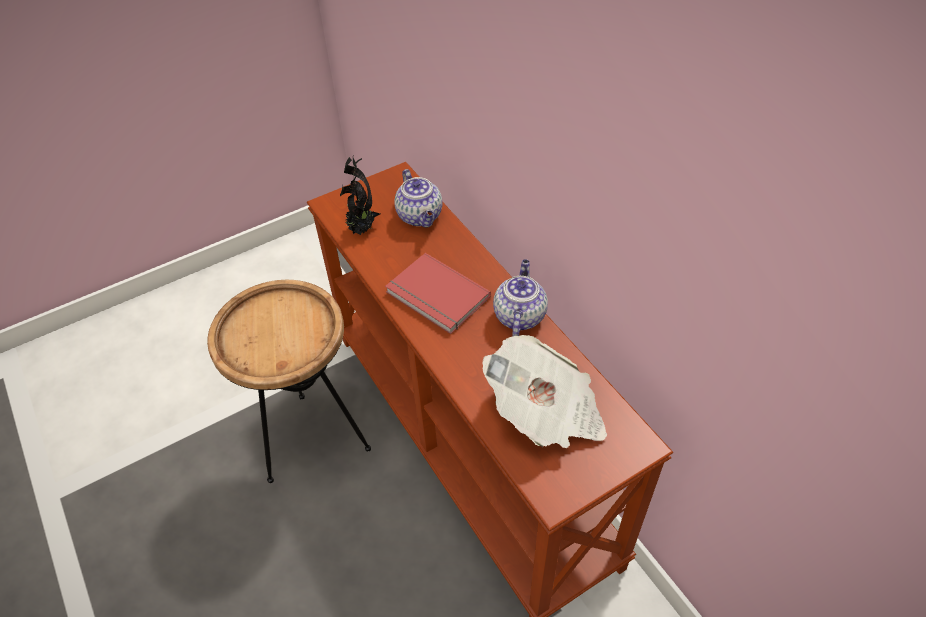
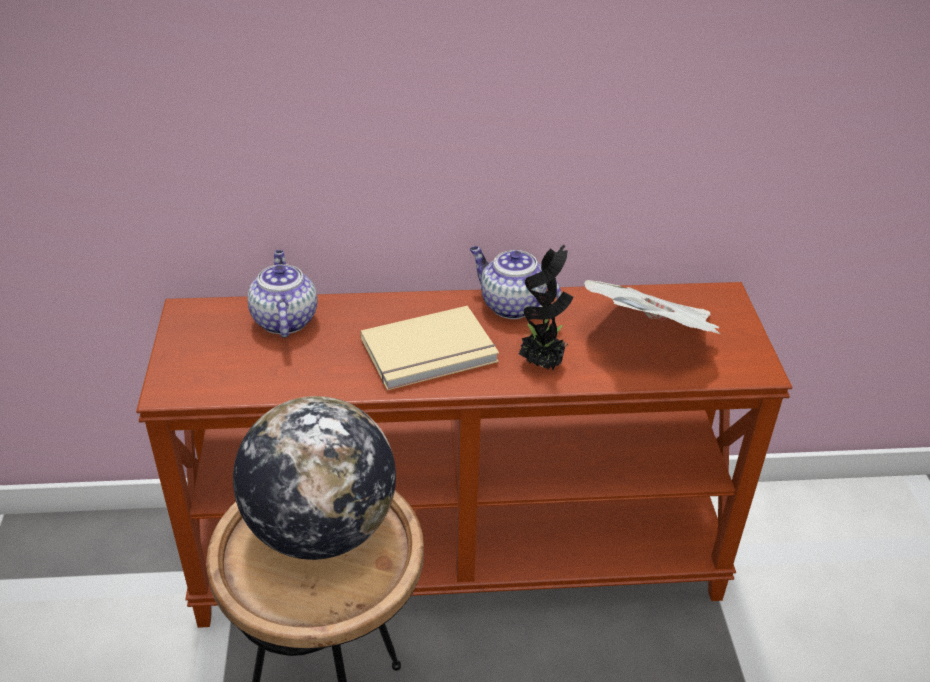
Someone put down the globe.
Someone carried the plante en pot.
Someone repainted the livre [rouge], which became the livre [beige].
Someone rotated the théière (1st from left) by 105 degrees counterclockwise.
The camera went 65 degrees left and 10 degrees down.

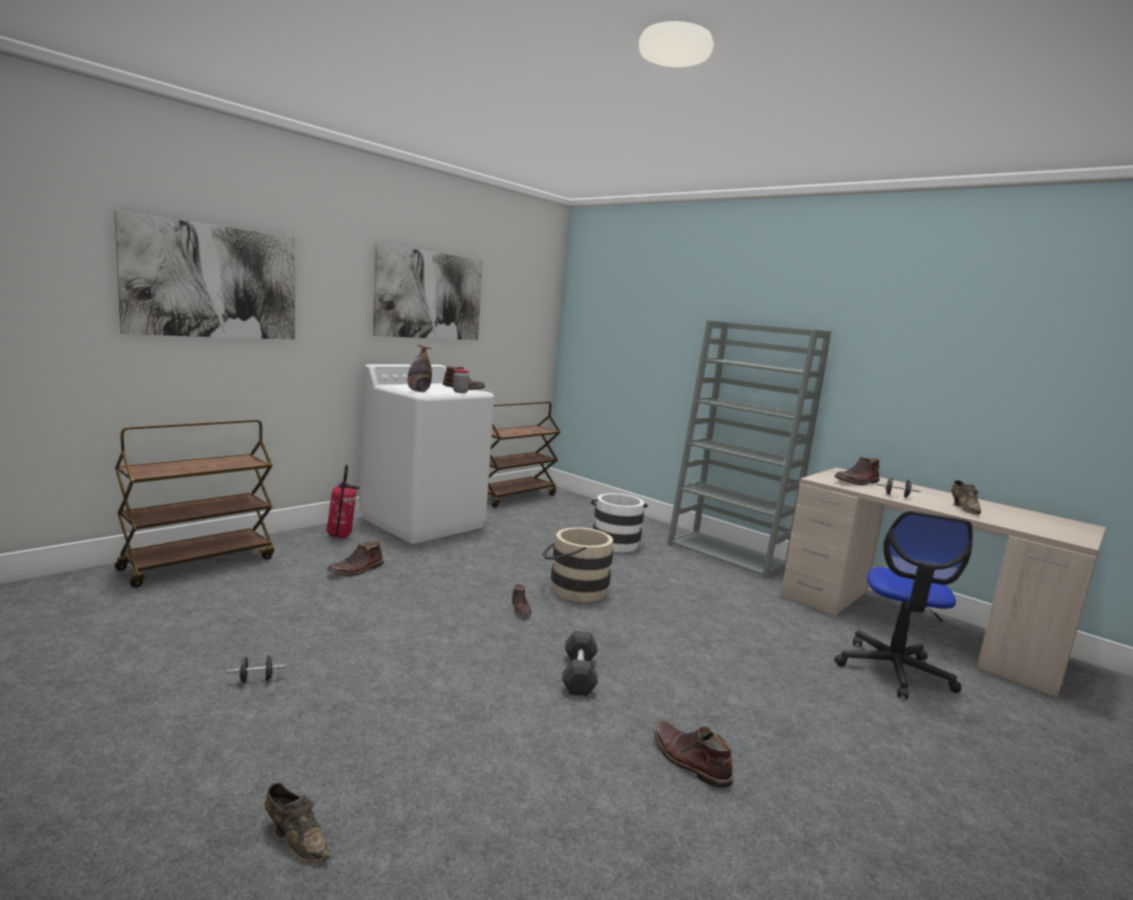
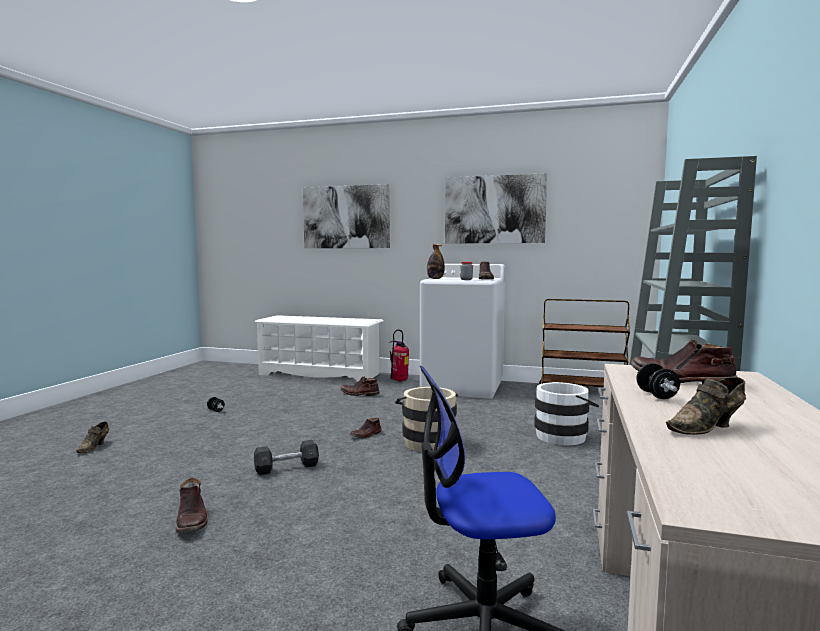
Someone swapped the chariot [marron] (1st from left) for the étagère à chaussures [blanc].
Someone rotated the botte [marron] (3rd from left in the first image) by 135 degrees clockwise.
The camera went 65 degrees right and 5 degrees down.

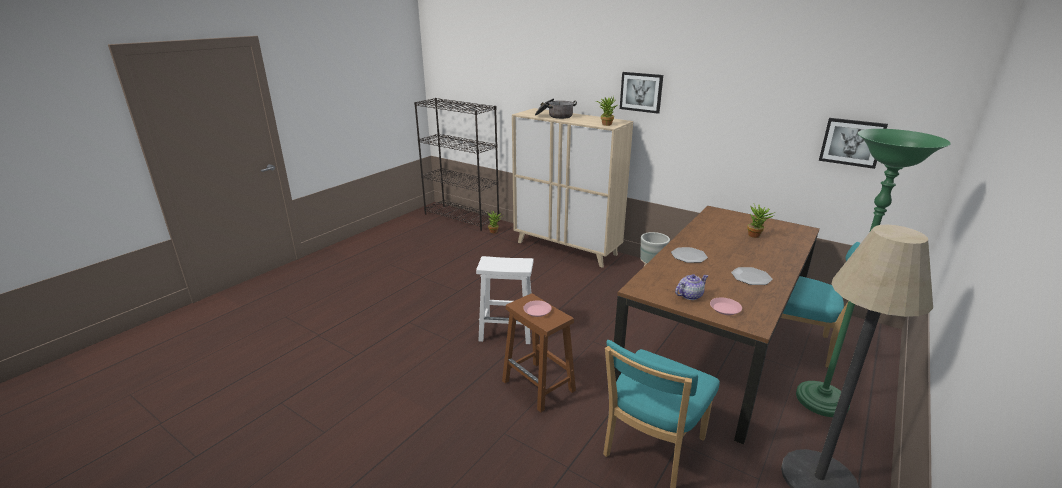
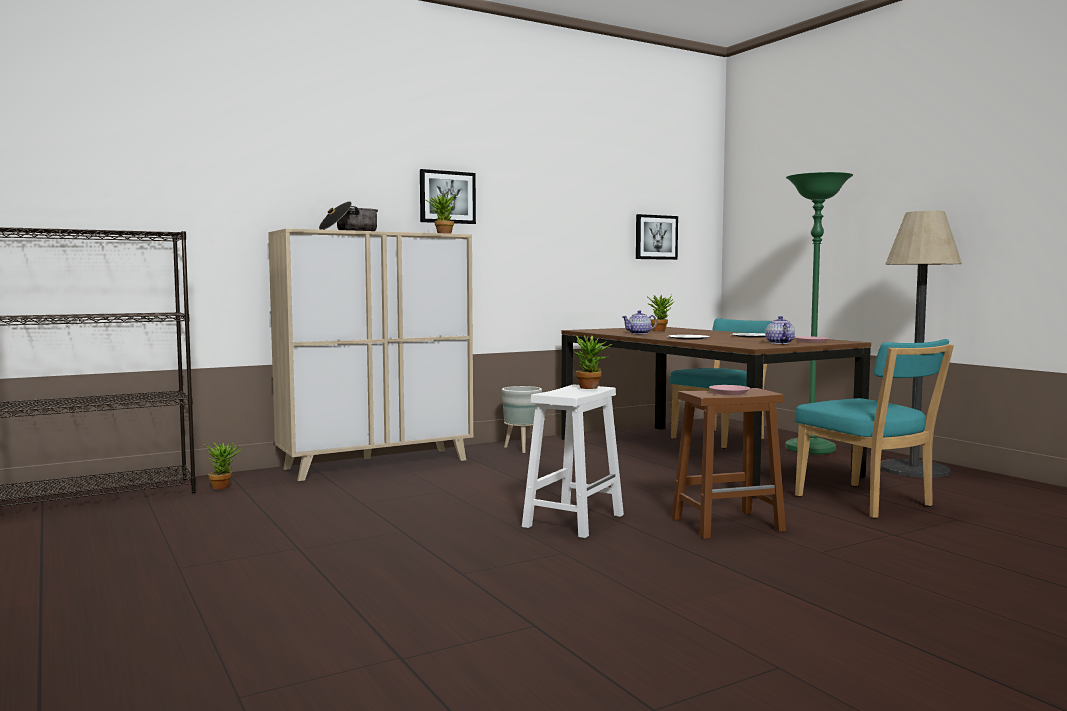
Someone put down the plante en pot (3rd from left).
Someone put down the théière (1st from left).
The camera went 65 degrees left and 20 degrees down.

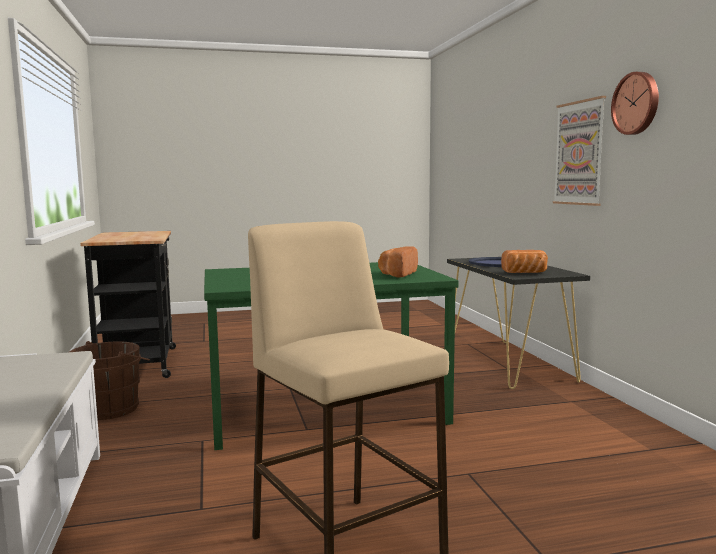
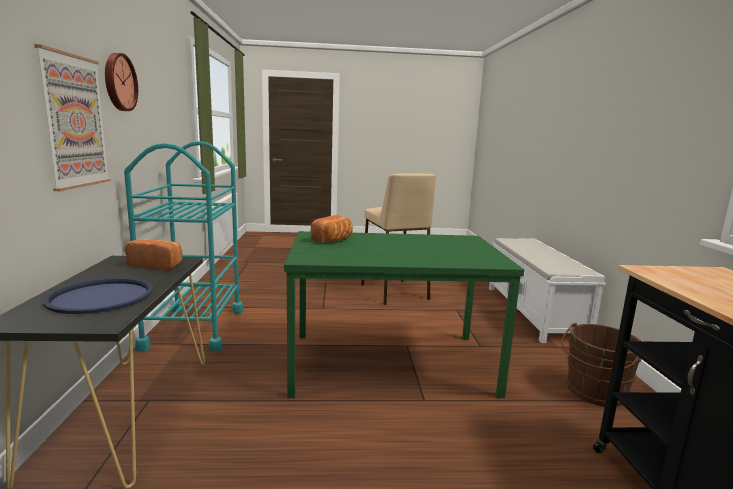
Someone put down the chariot [turquoise].
The camera went 170 degrees left and 5 degrees up.

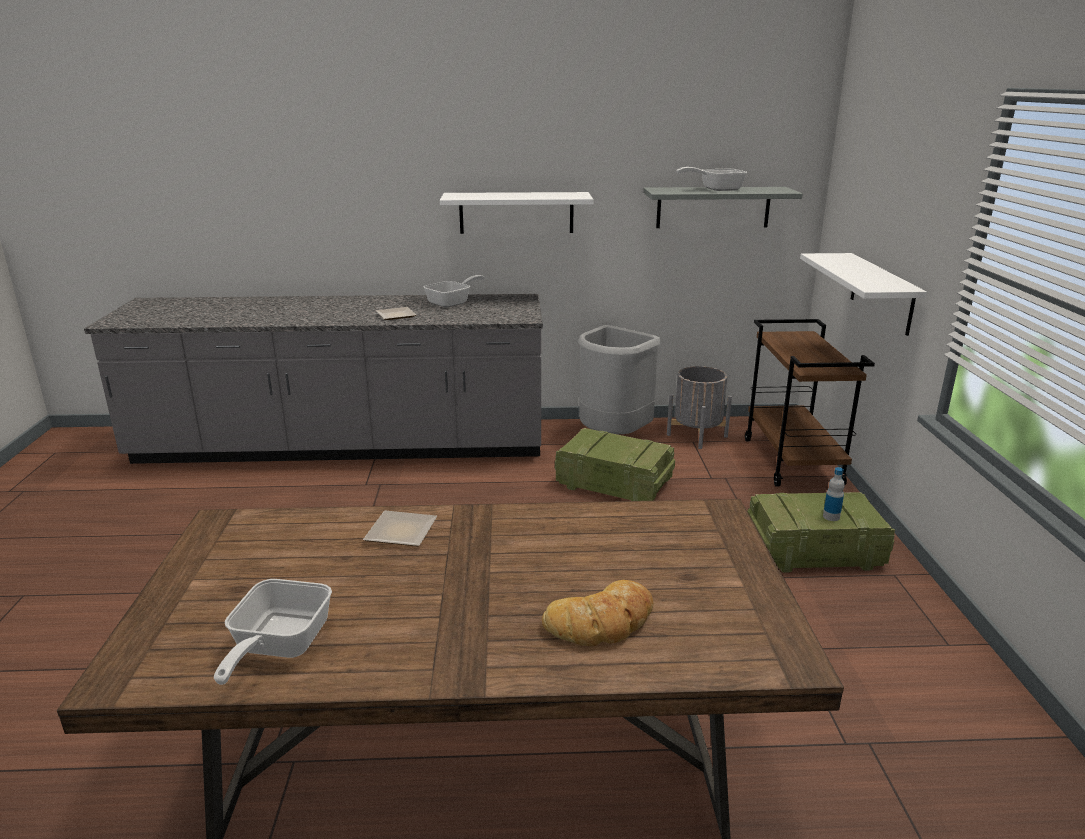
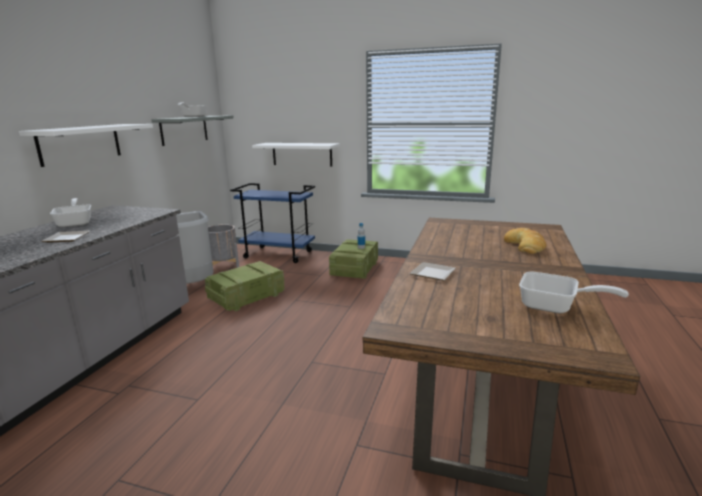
Someone repainted the chariot [marron], which became the chariot [bleu].
The camera went 70 degrees left and 5 degrees down.

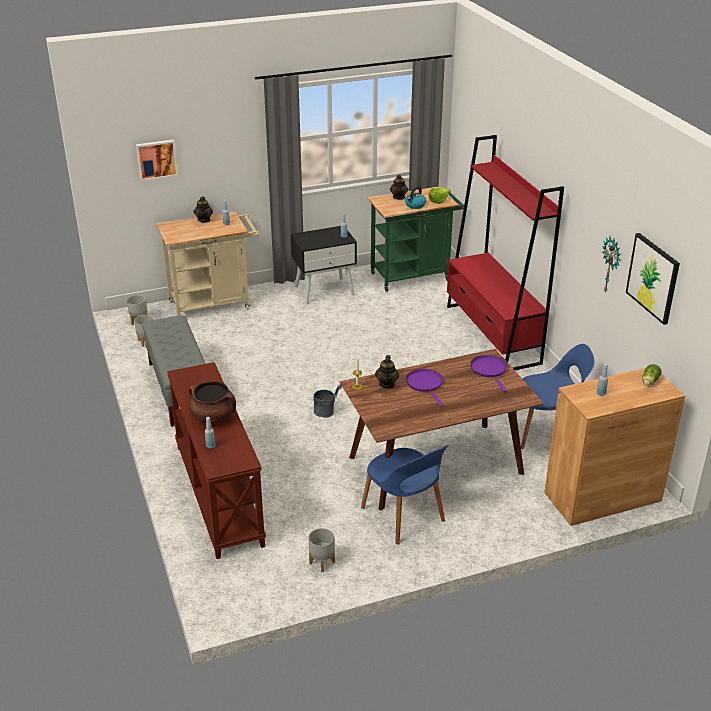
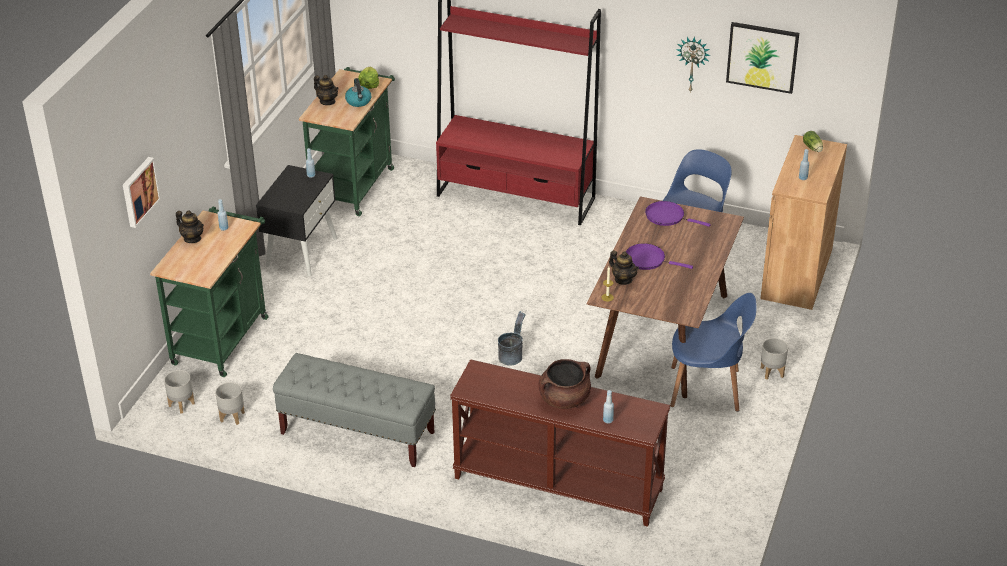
Someone carried the cache-pot [gris] (3rd from left).
Someone repainted the chariot [beige], which became the chariot [vert] (1st from left).
The camera went 50 degrees left and 5 degrees up.

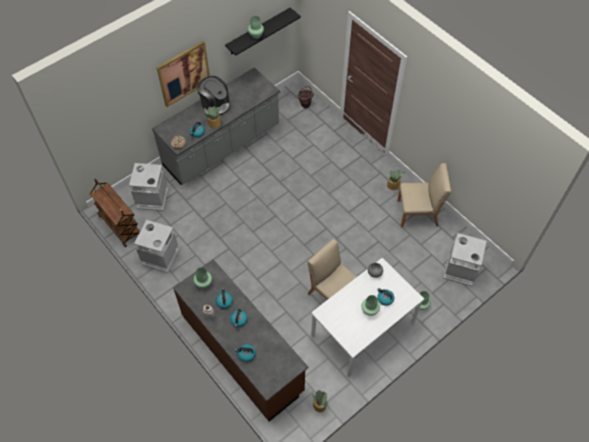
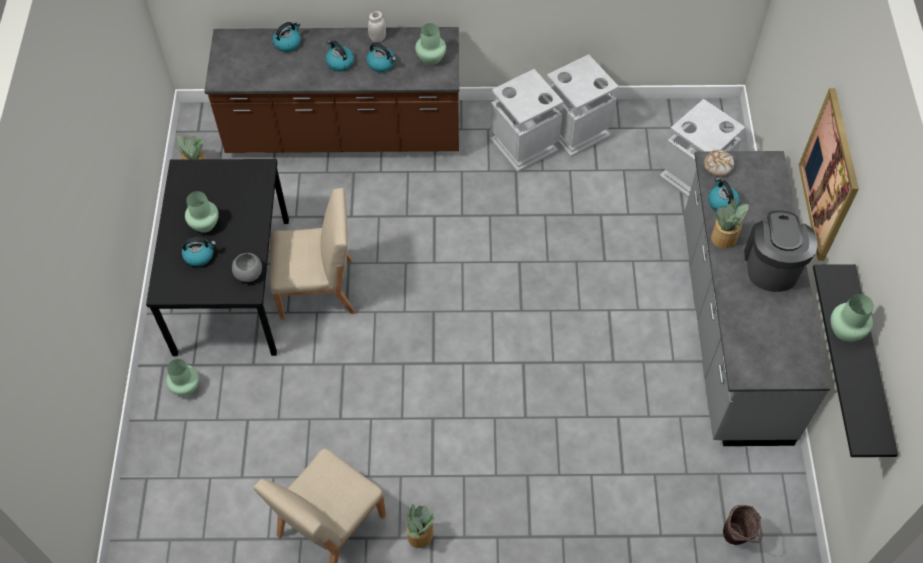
Someone took away the chariot [marron].
Someone carried the poubelle [gris] (3rd from left in the first image).
Someone repainted the table à manger [blanc], which became the table à manger [noir].
Someone rotated the machine à café by 105 degrees clockwise.
The camera went 130 degrees right and 0 degrees up.

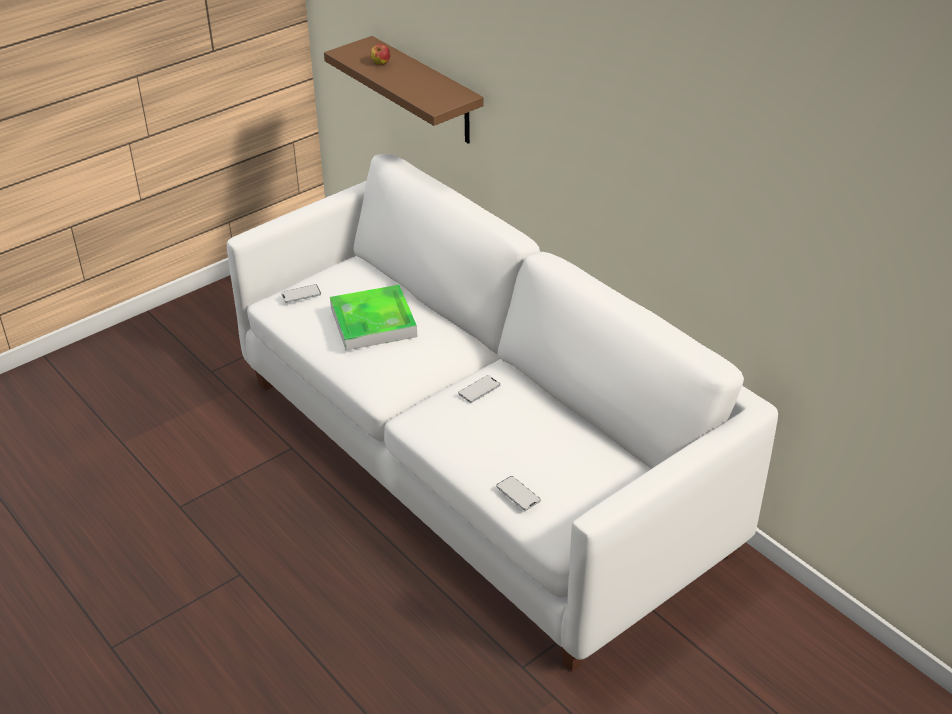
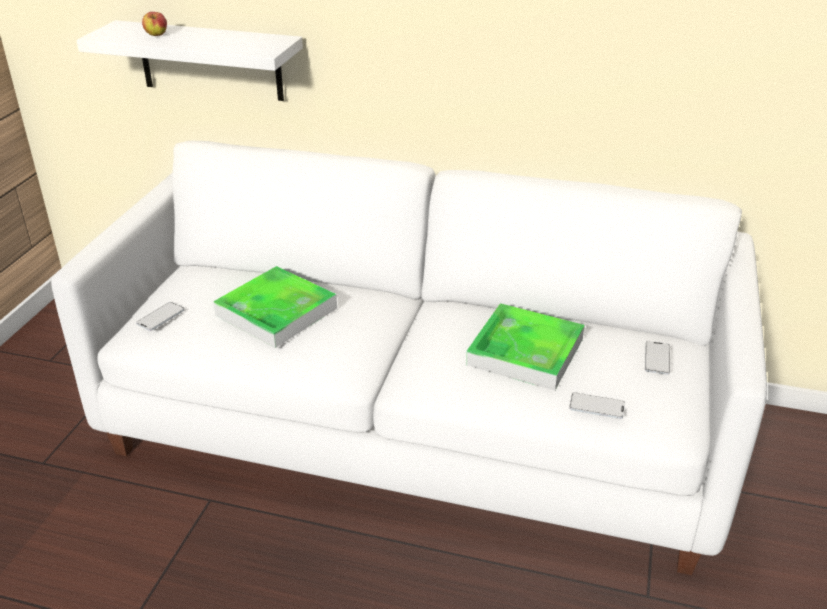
Someone put down the plateau (2nd from left).
Someone carried the téléphone (2nd from left in the first image).
Someone repainted the étagère [marron], which became the étagère [blanc].
The camera went 35 degrees left and 5 degrees down.

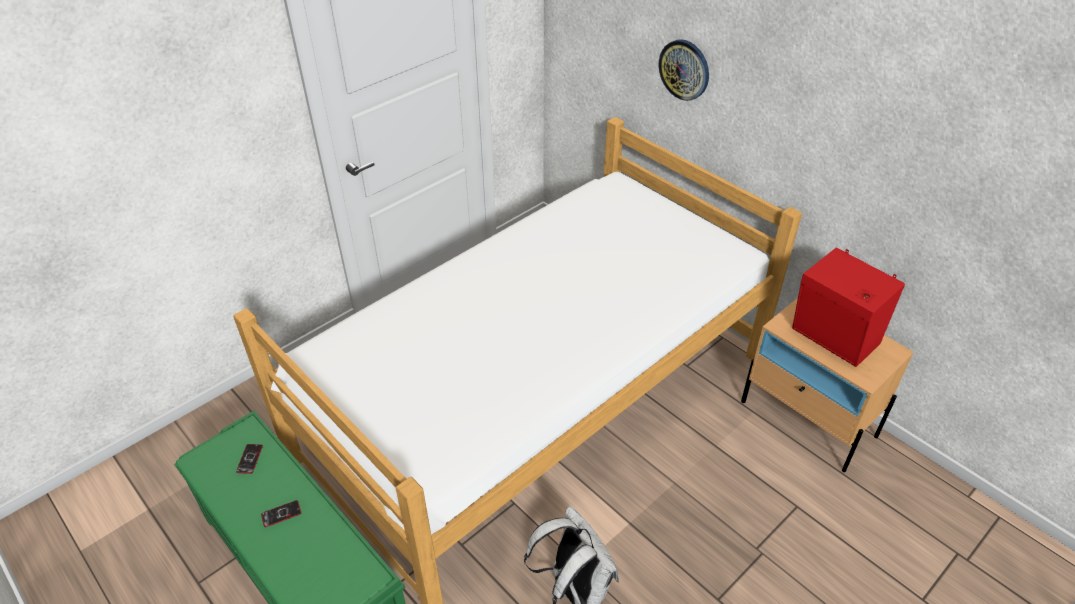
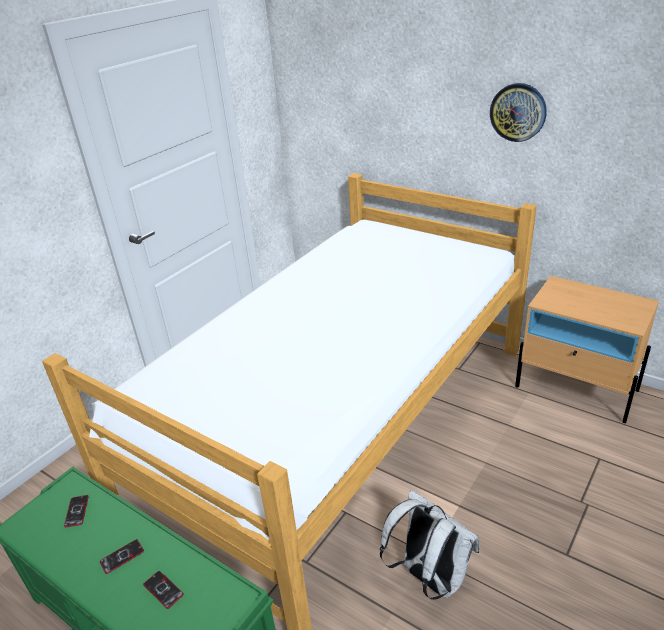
Someone took away the enceinte [rouge].
Someone put down the téléphone (3rd from left).
Someone carried the horloge murale.
The camera went 10 degrees left and 10 degrees down.

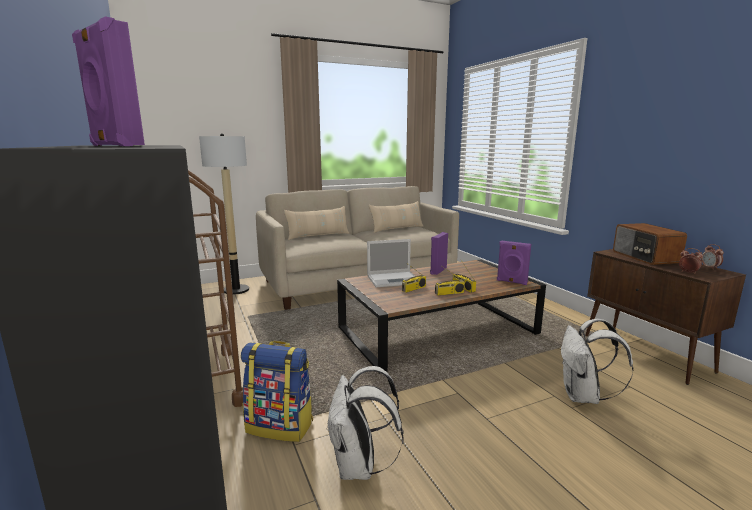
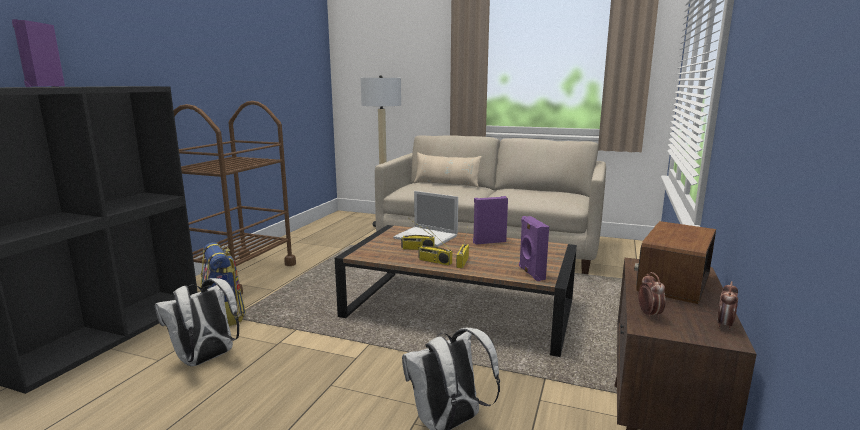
Someone took away the coussin [beige] (2nd from left).
The camera went 45 degrees right and 0 degrees up.

